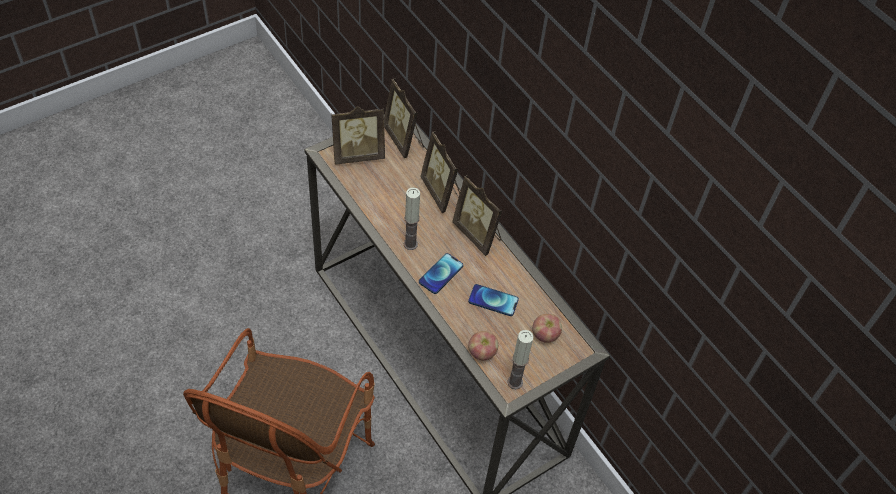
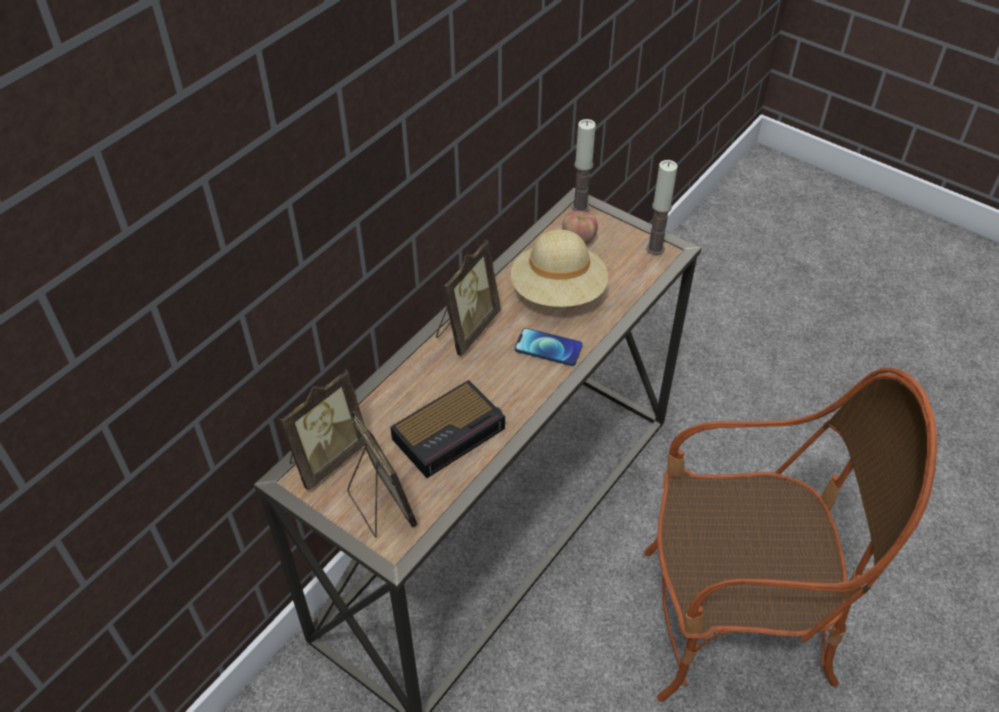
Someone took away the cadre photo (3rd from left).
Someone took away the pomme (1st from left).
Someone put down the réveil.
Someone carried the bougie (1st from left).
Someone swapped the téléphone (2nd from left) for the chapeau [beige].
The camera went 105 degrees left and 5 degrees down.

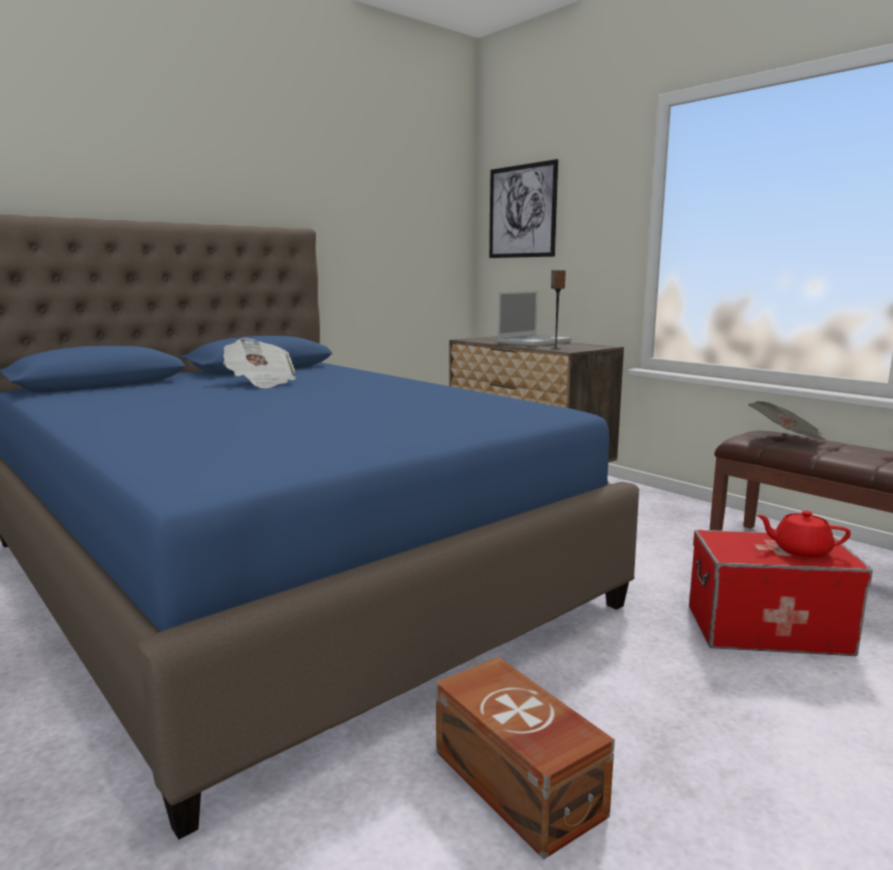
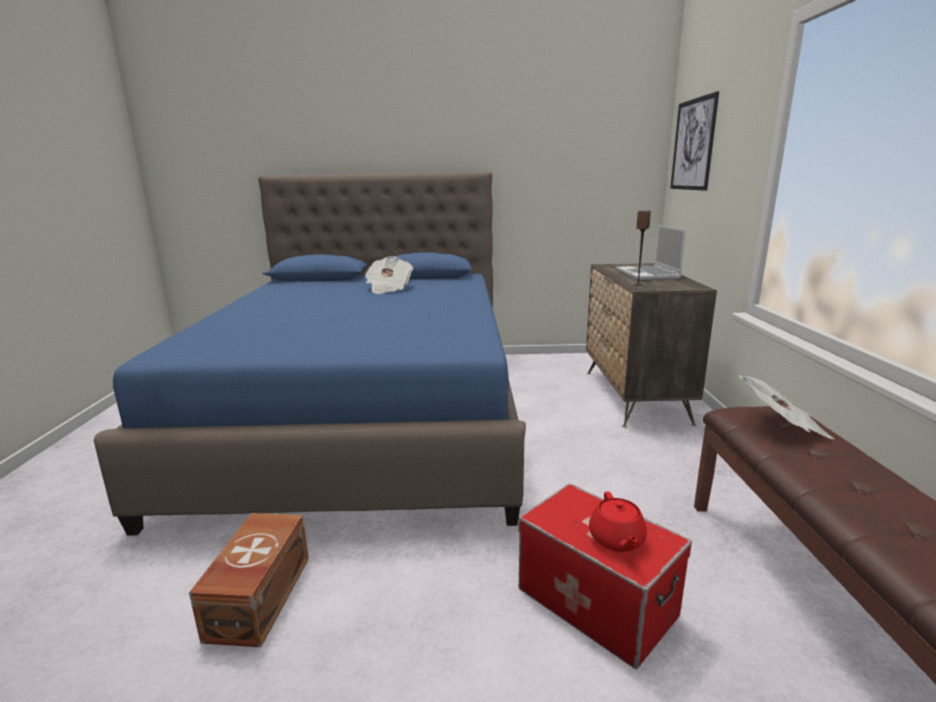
Someone rotated the ordinateur portable by 90 degrees clockwise.
Someone rotated the théière [rouge] by 150 degrees counterclockwise.
The camera went 40 degrees right and 5 degrees up.

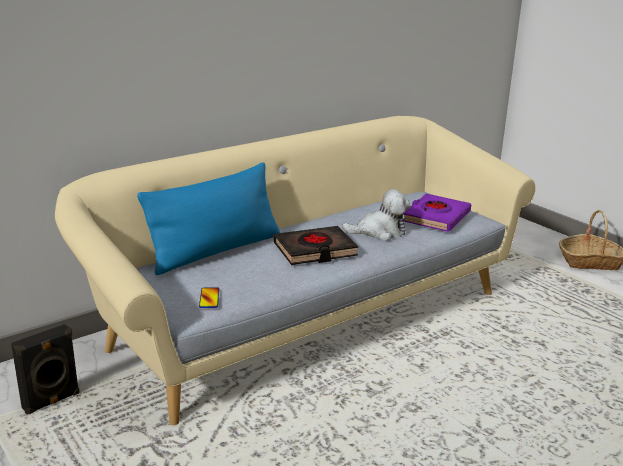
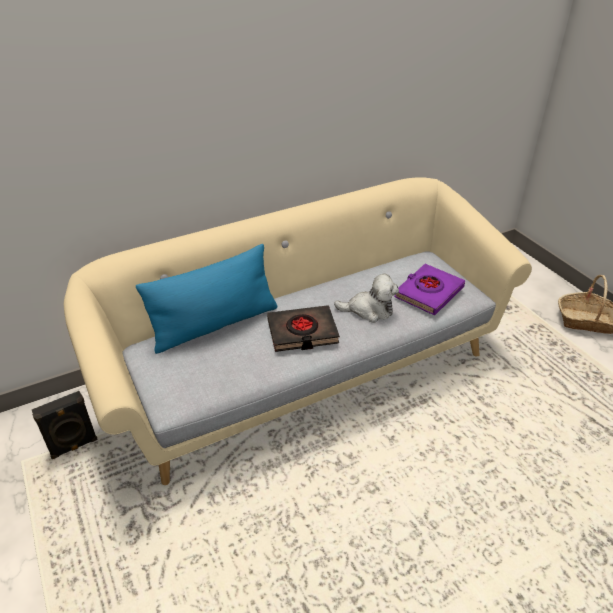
Someone took away the téléphone.
The camera went 10 degrees right and 15 degrees up.

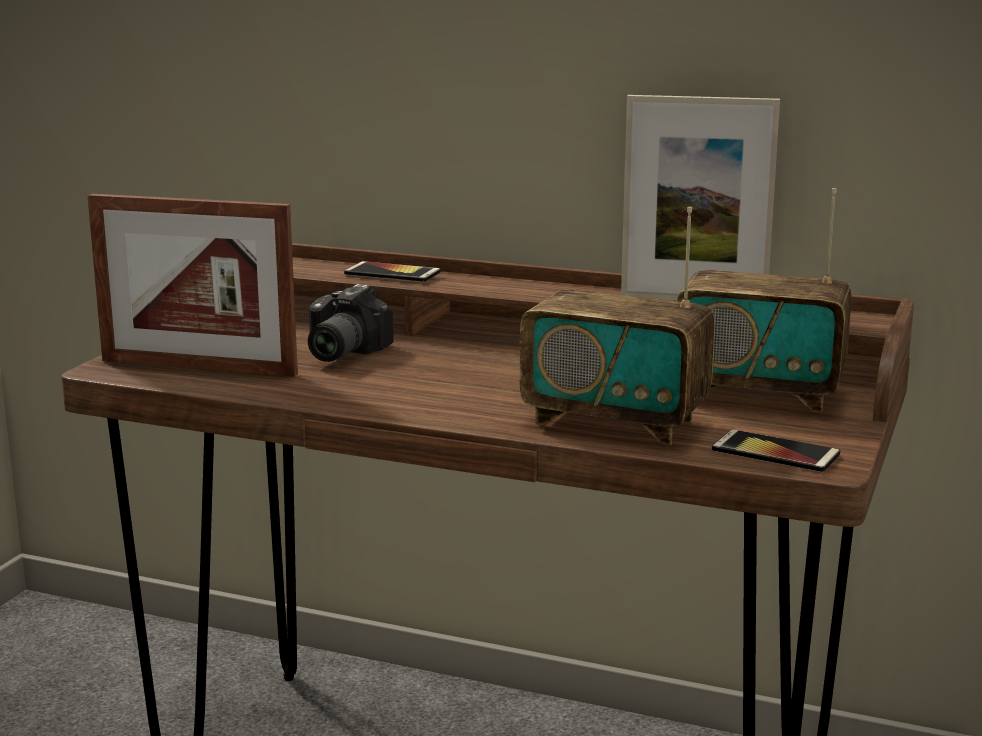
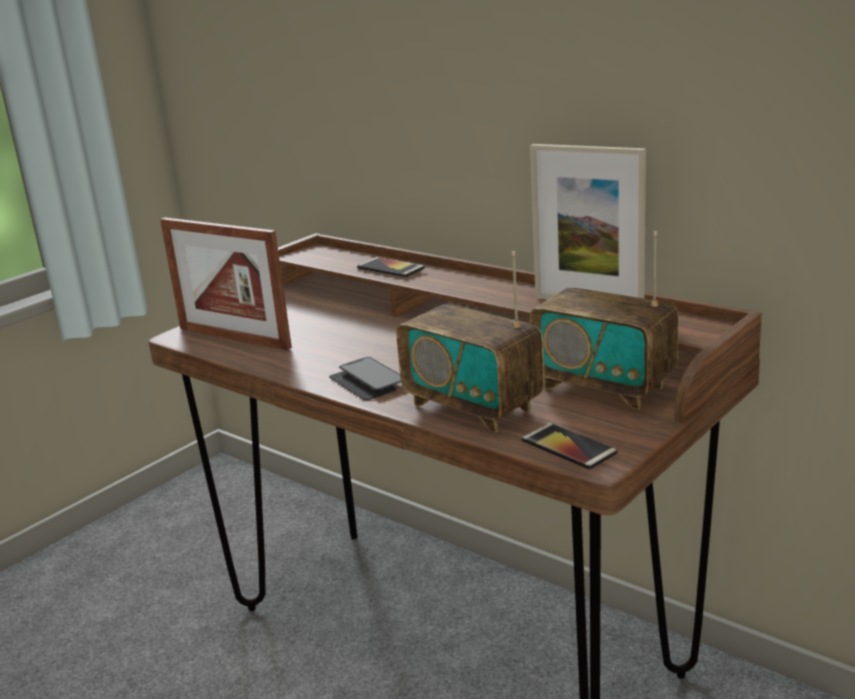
Someone took away the appareil photo.
Someone put down the téléphone (1st from left).
The camera went 20 degrees right and 5 degrees up.

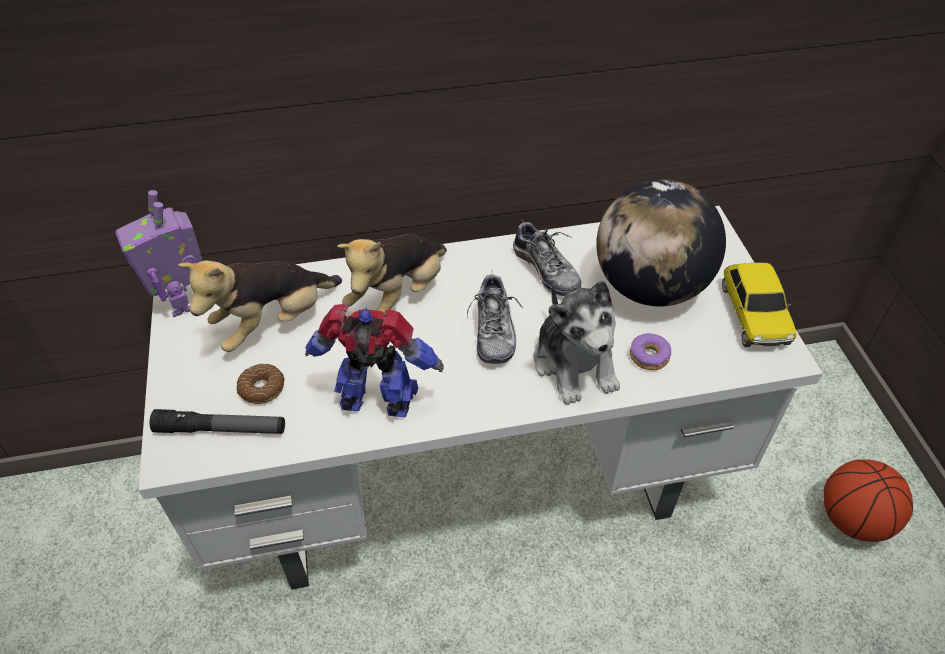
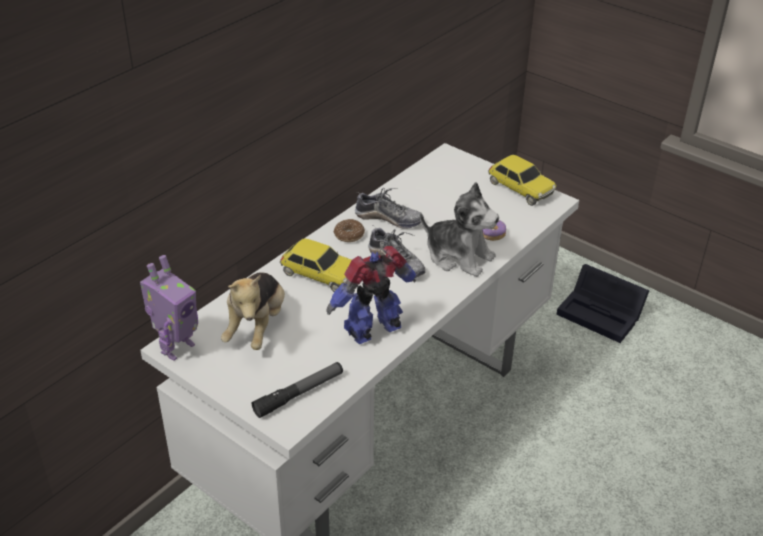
Someone took away the globe.
Someone carried the beignet (1st from left).
Someone swapped the peluche (2nd from left) for the petite voiture (1st from left).
Someone swapped the ballon de basket for the boîte de rangement [noir].
Someone rotated the robot jouet (1st from left) by 75 degrees counterclockwise.
The camera went 40 degrees left and 10 degrees down.

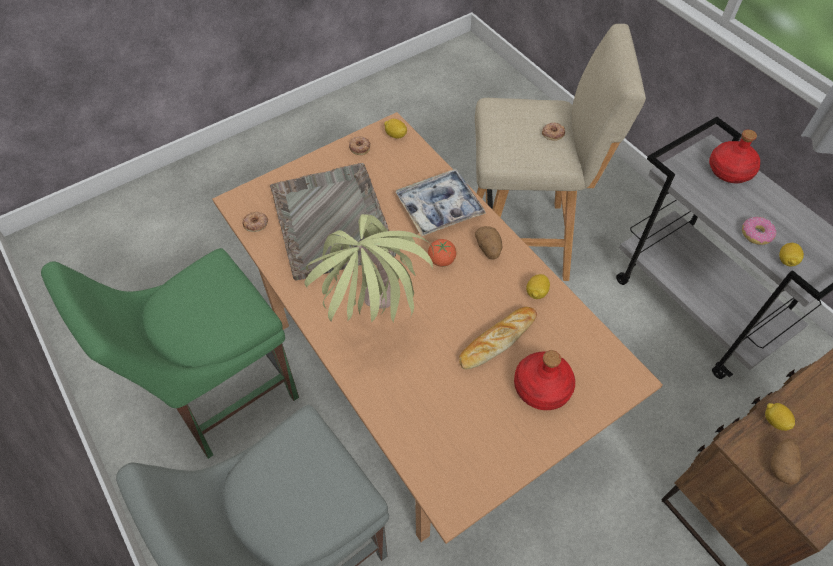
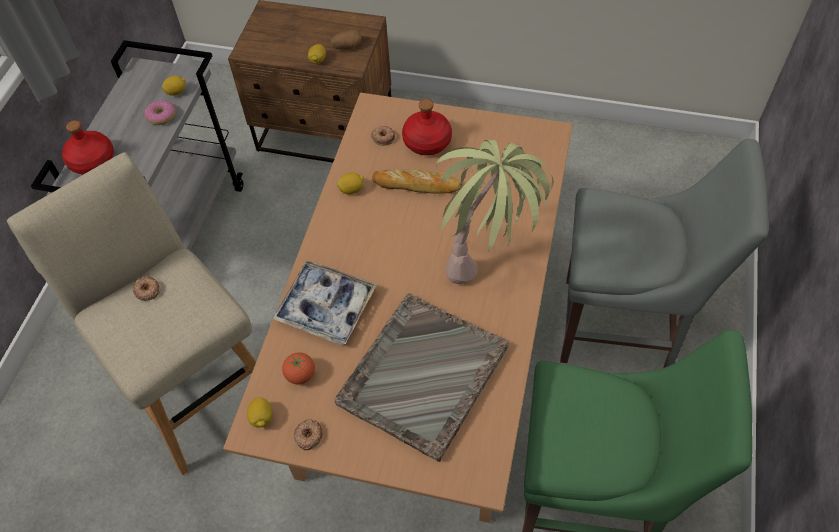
Someone took away the pomme de terre (1st from left).
Someone carried the beignet (1st from left in the first image).
Someone carried the tomate.
The camera went 130 degrees left and 0 degrees up.

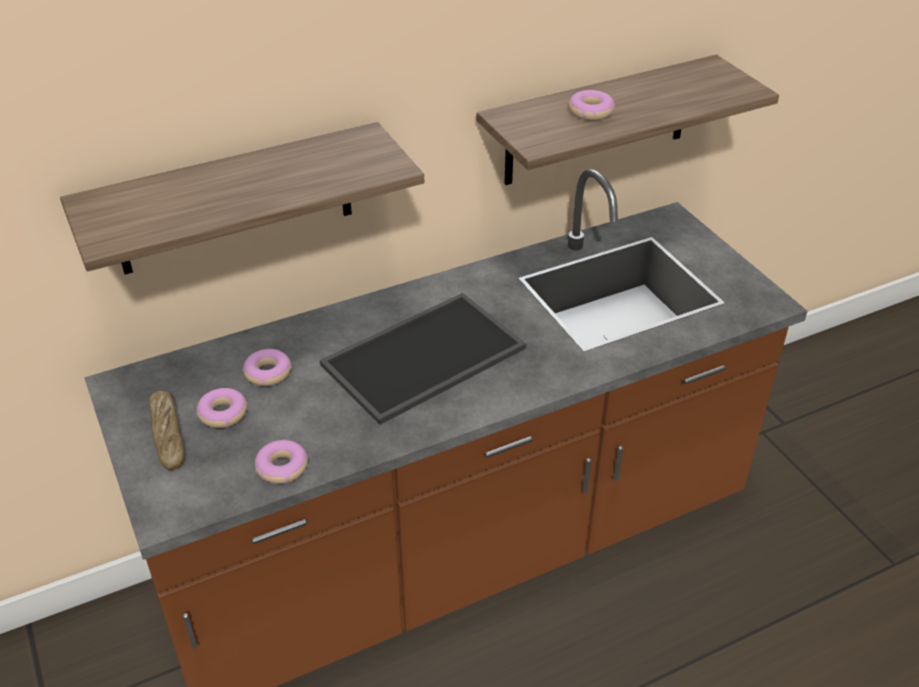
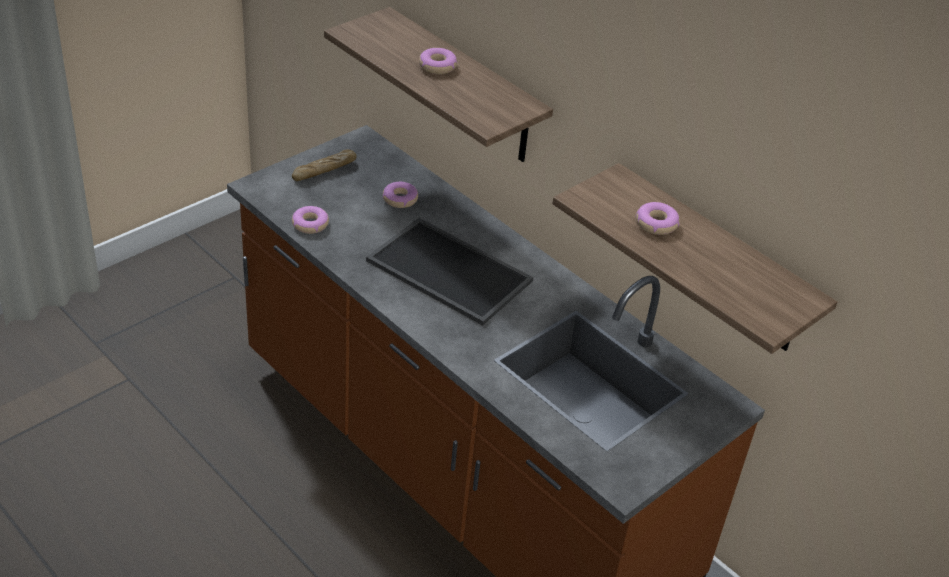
Someone carried the beignet (1st from left in the first image).
The camera went 70 degrees right and 0 degrees up.

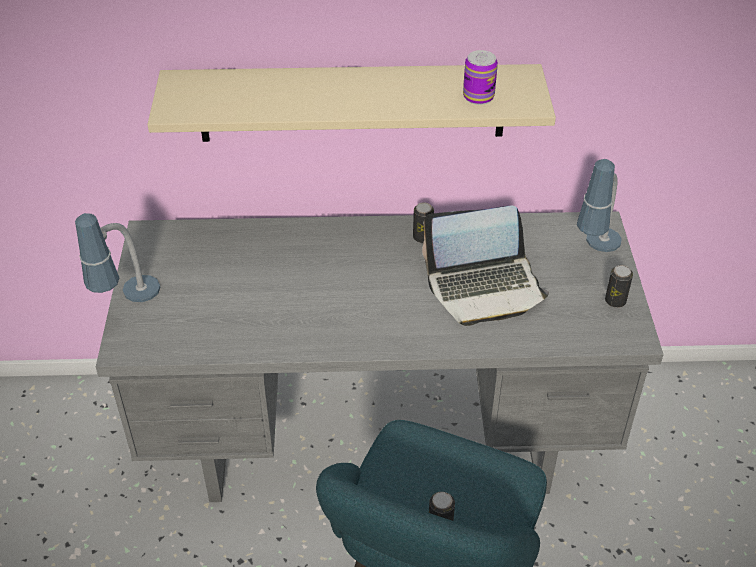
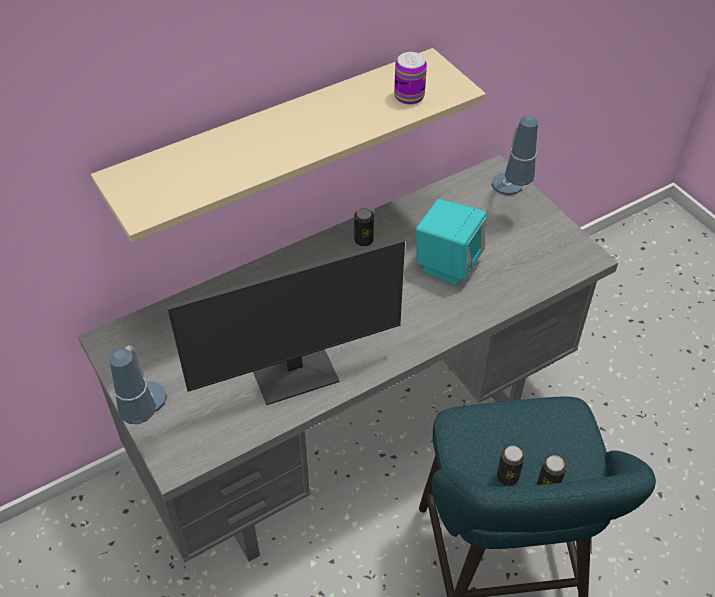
Someone put down the écran d'ordinateur.
Someone carried the boîte métallique (4th from left in the first image).
Someone swapped the ordinateur portable for the enceinte [turquoise].
The camera went 30 degrees left and 5 degrees up.

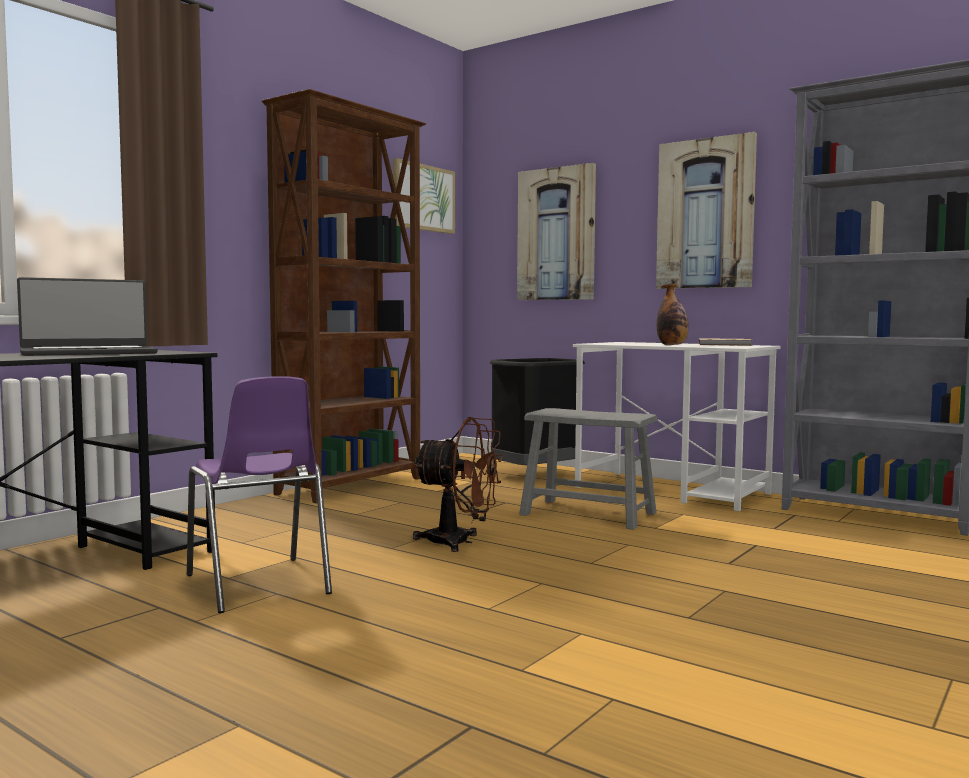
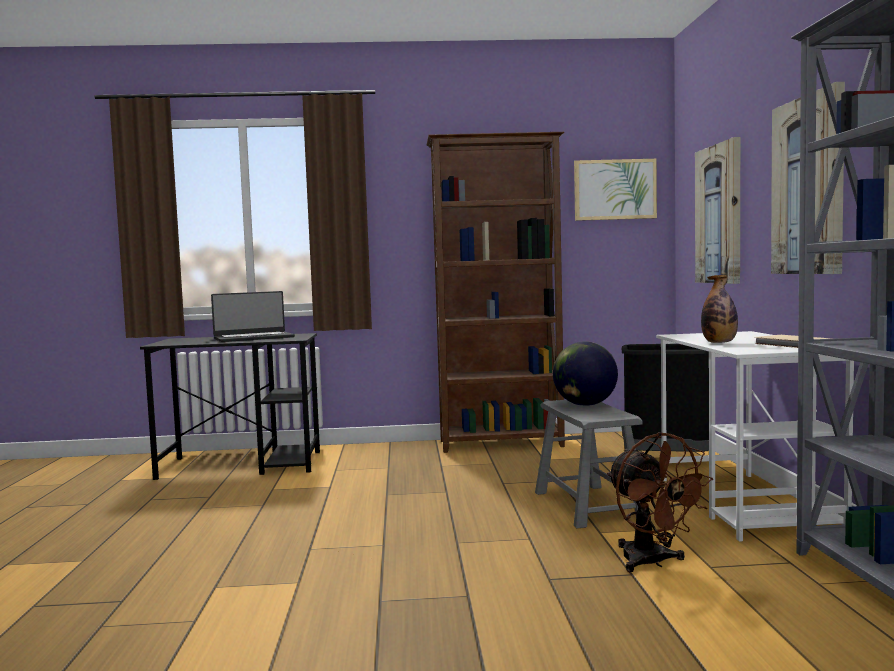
Someone took away the chaise [violet].
Someone put down the globe.
Someone carried the ventilateur [marron].
Someone rotated the ordinateur portable by 45 degrees counterclockwise.
The camera went 50 degrees right and 0 degrees up.

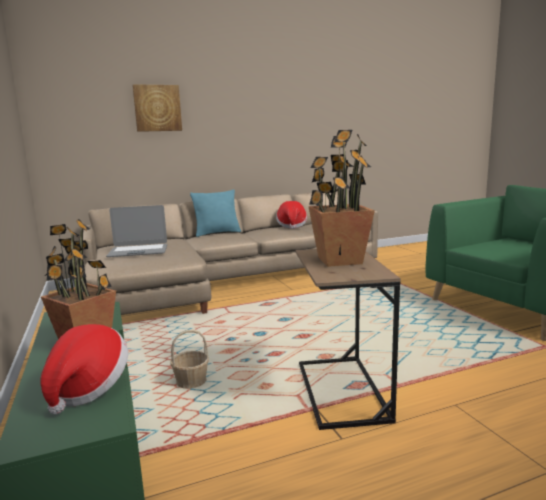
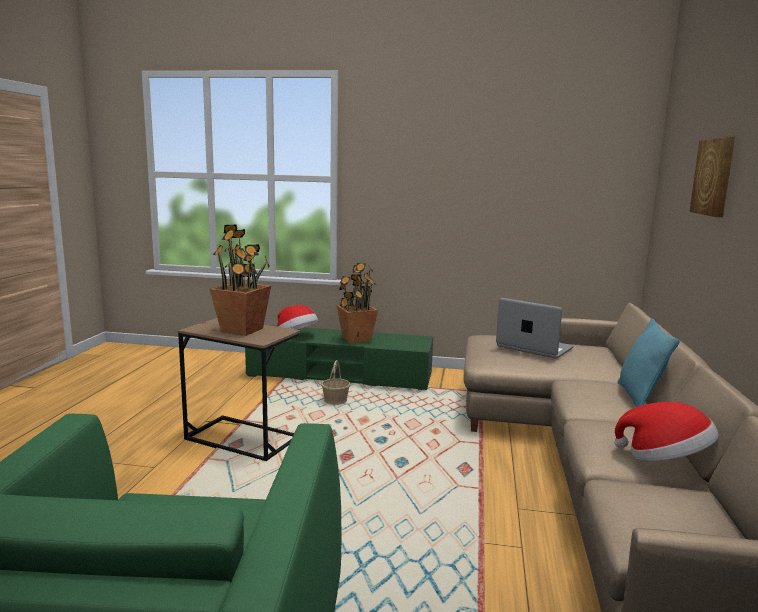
Someone rotated the ordinateur portable by 105 degrees clockwise.
The camera went 120 degrees right and 0 degrees up.

